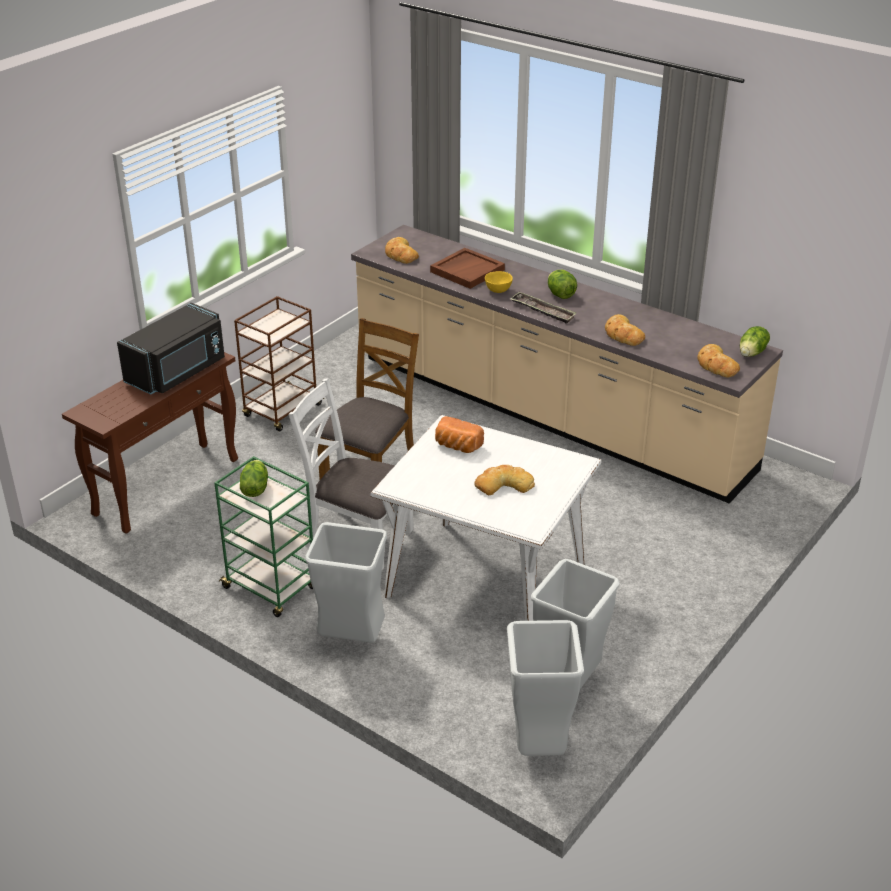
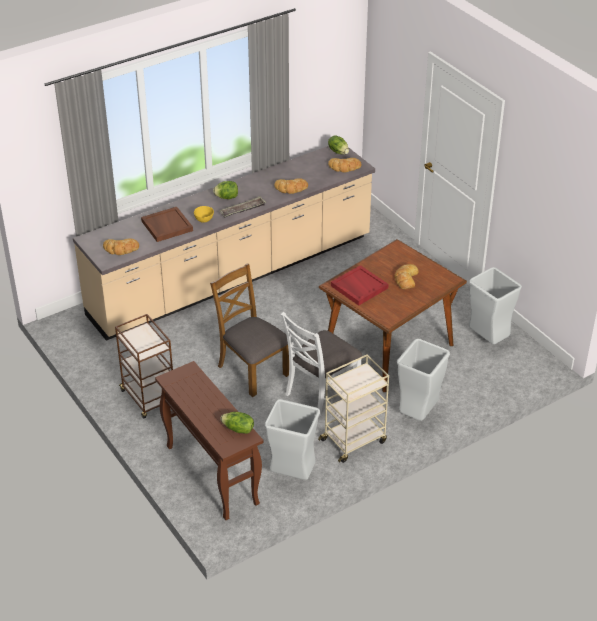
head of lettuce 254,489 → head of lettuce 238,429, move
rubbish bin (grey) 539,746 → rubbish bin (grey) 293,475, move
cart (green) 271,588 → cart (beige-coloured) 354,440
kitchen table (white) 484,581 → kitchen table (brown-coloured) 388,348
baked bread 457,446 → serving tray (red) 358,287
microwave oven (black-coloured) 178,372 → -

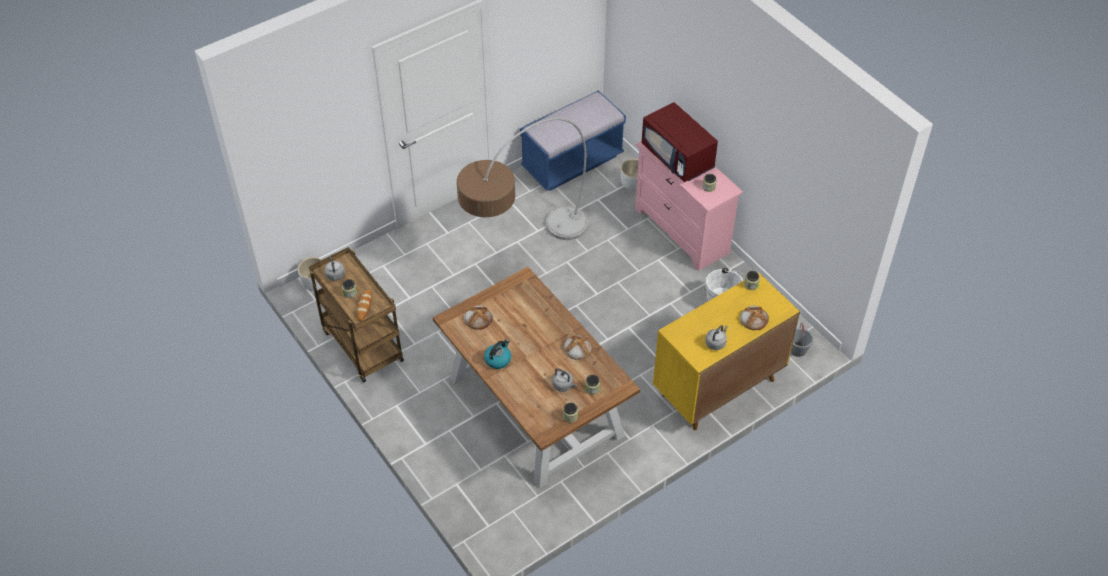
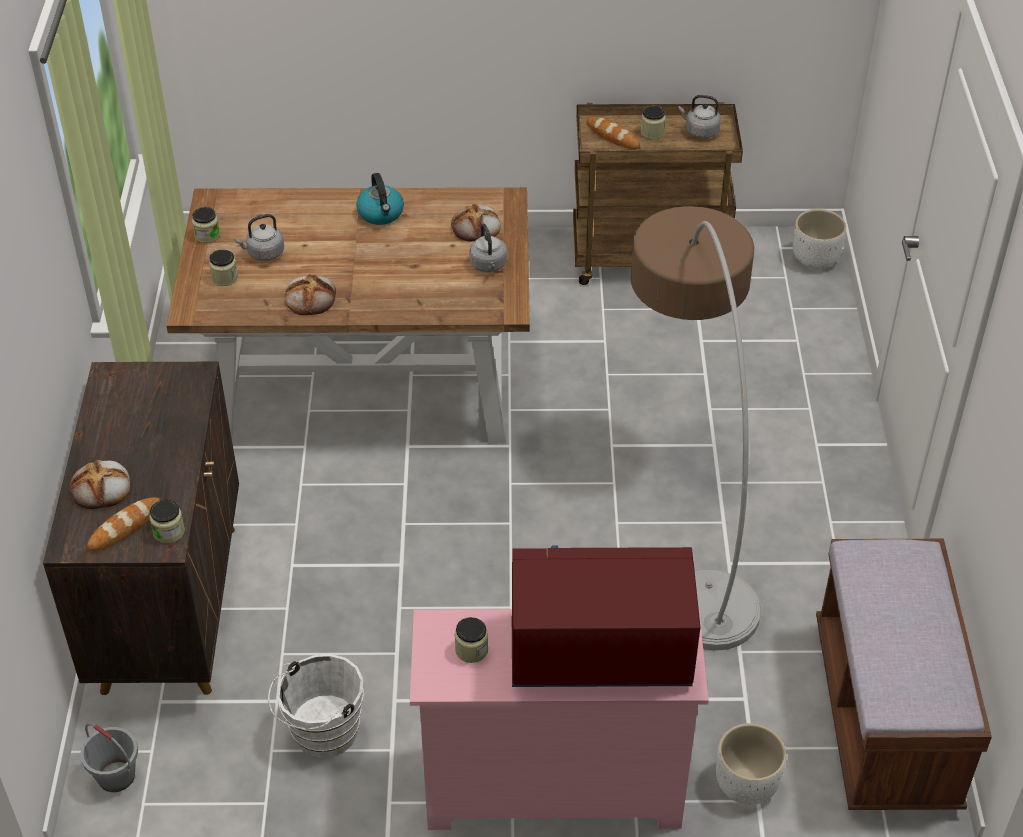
cabinet (yellow-coloured) 717,388 → cabinet (brown-coloured) 170,605
- → baked bread 125,527
kettle (grey) 716,343 → kettle (grey) 488,265, move
bench (blue) 572,162 → bench (brown-coloured) 885,717

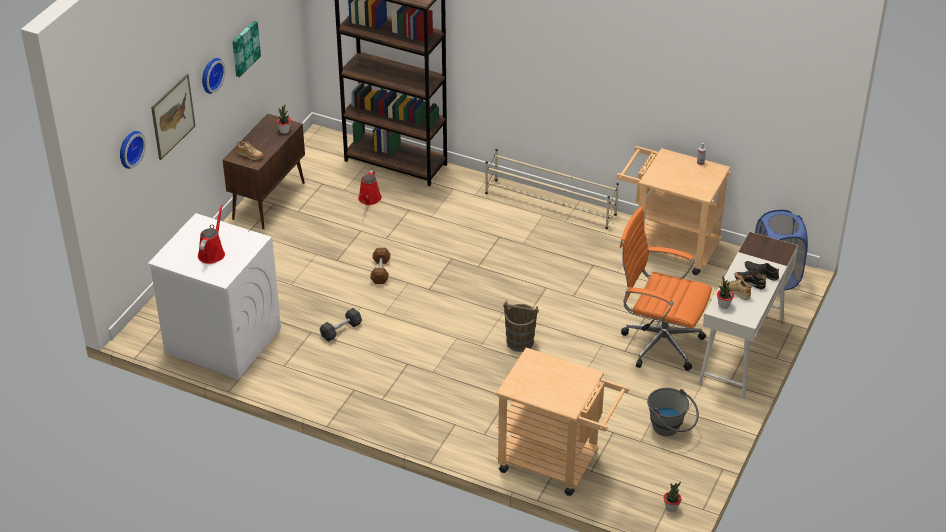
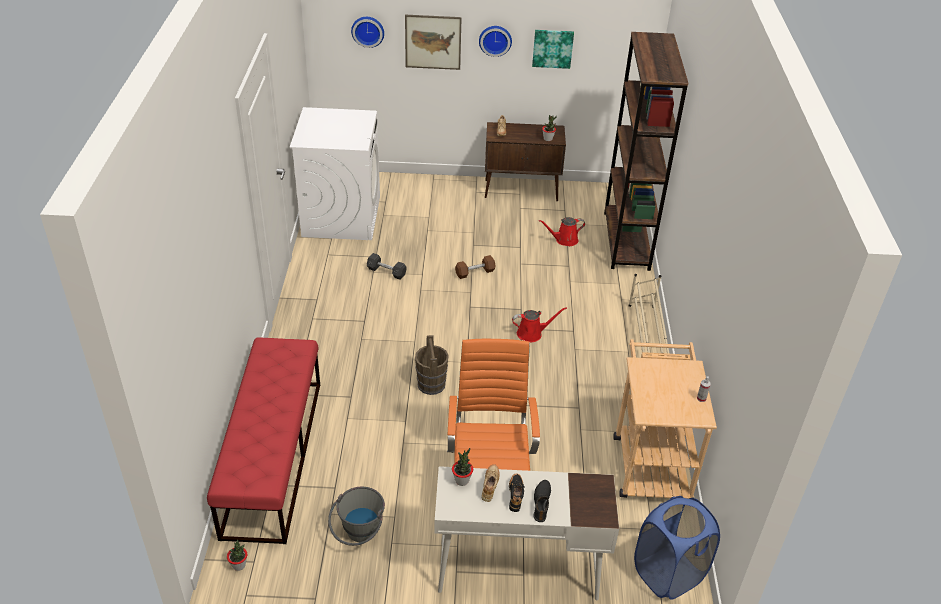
cart (beige-coloured) 557,464 → bench (red) 273,456
sprinkling can (red) 212,253 → sprinkling can (red) 532,333, move

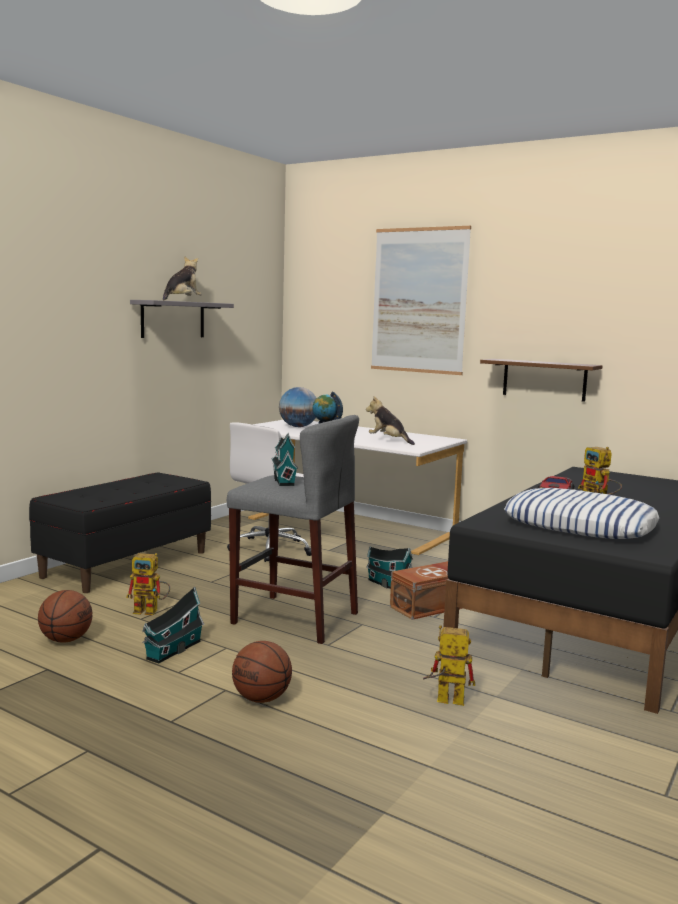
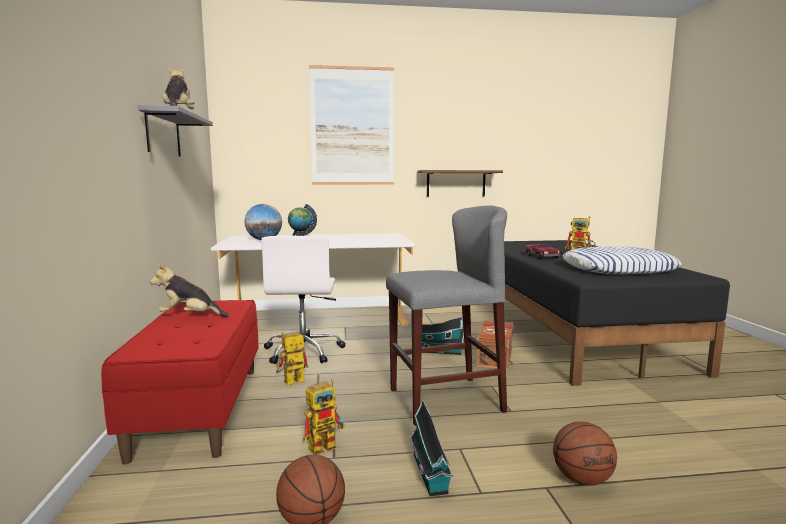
bench (black-coloured) 126,564 → bench (red) 199,409
plush toy 388,441 → plush toy 190,316, move
model robot 443,700 → model robot 290,383, move
model house 283,479 → -

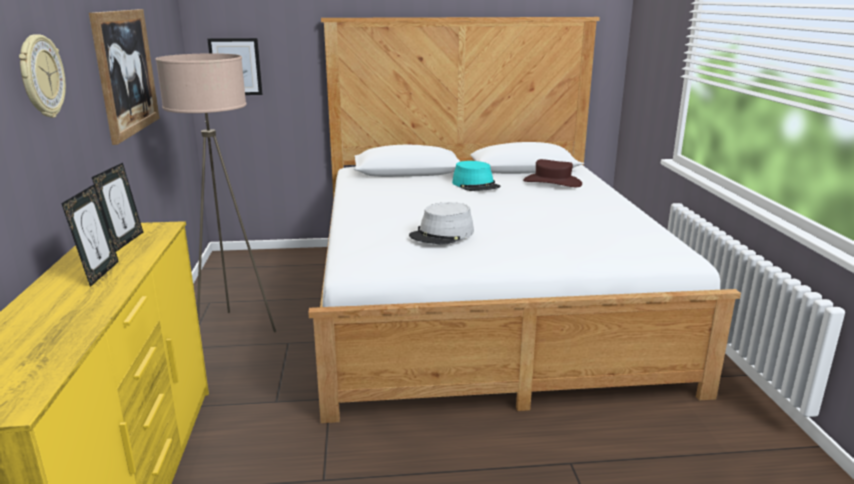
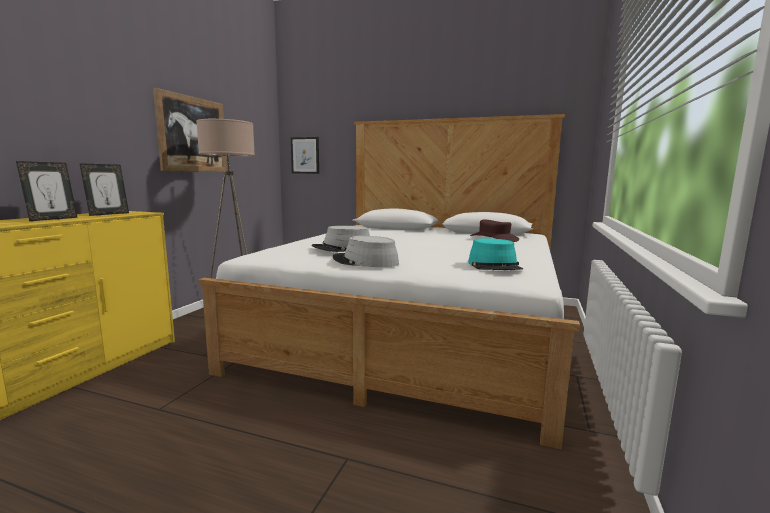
- → hat (grey) 365,261
hat (turquoise) 476,185 → hat (turquoise) 494,266, move
hanging clock 40,76 → -

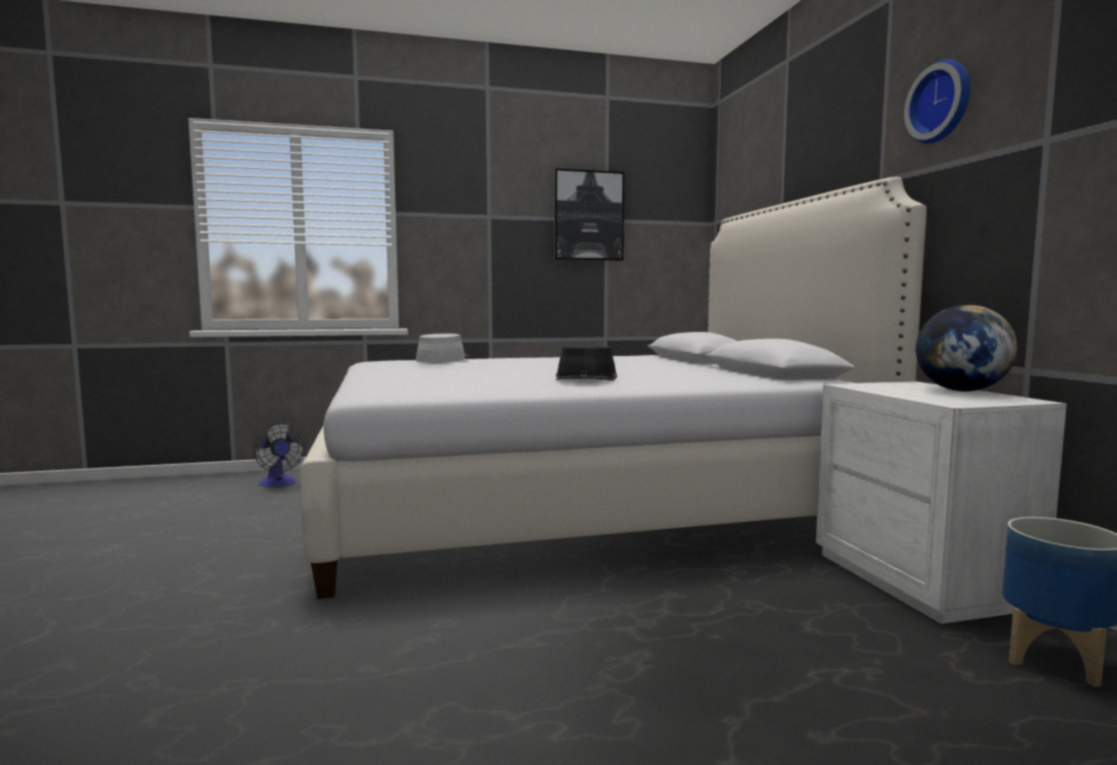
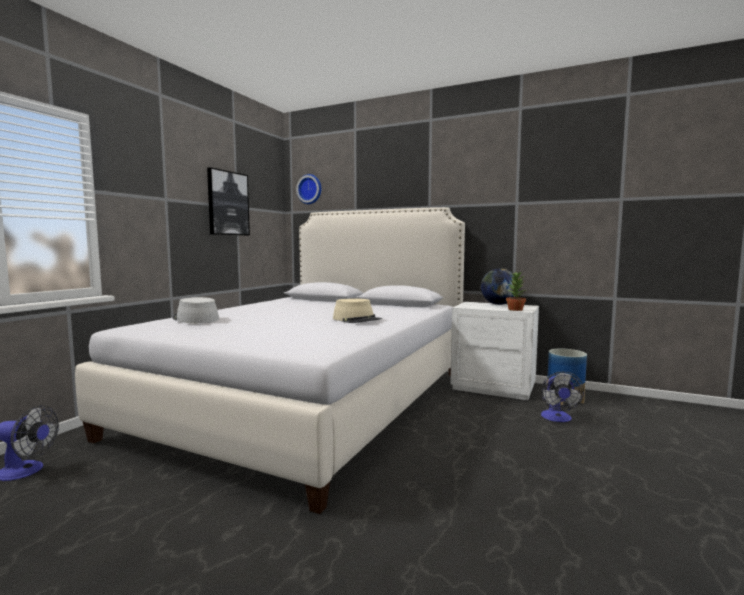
hanging clock 942,103 → hanging clock 310,189, move
hat (black-coloured) 586,379 → hat (beige-coloured) 357,319
- → houseplant 515,309
- → cooling fan 557,418

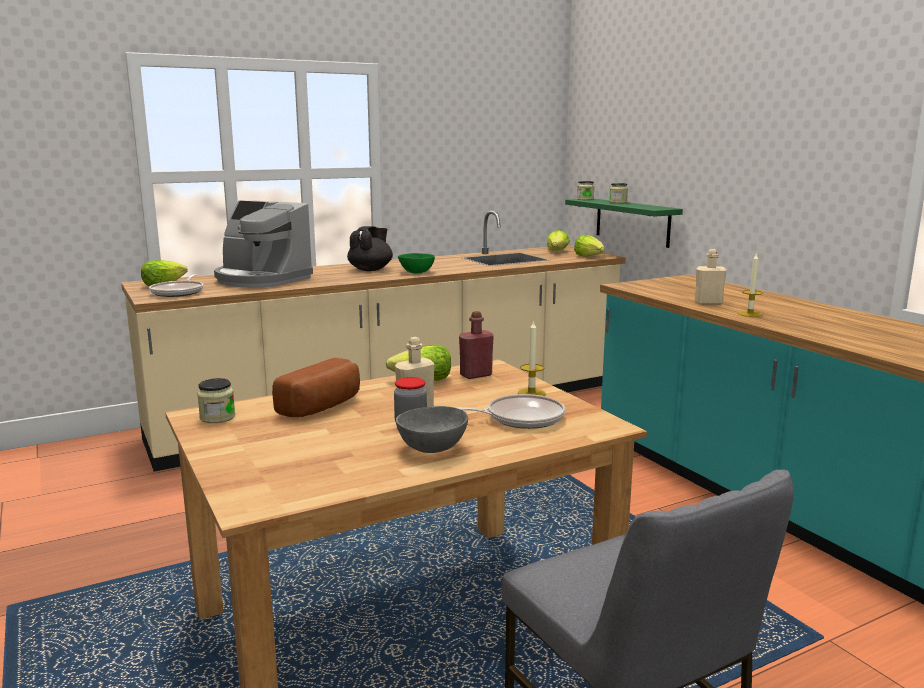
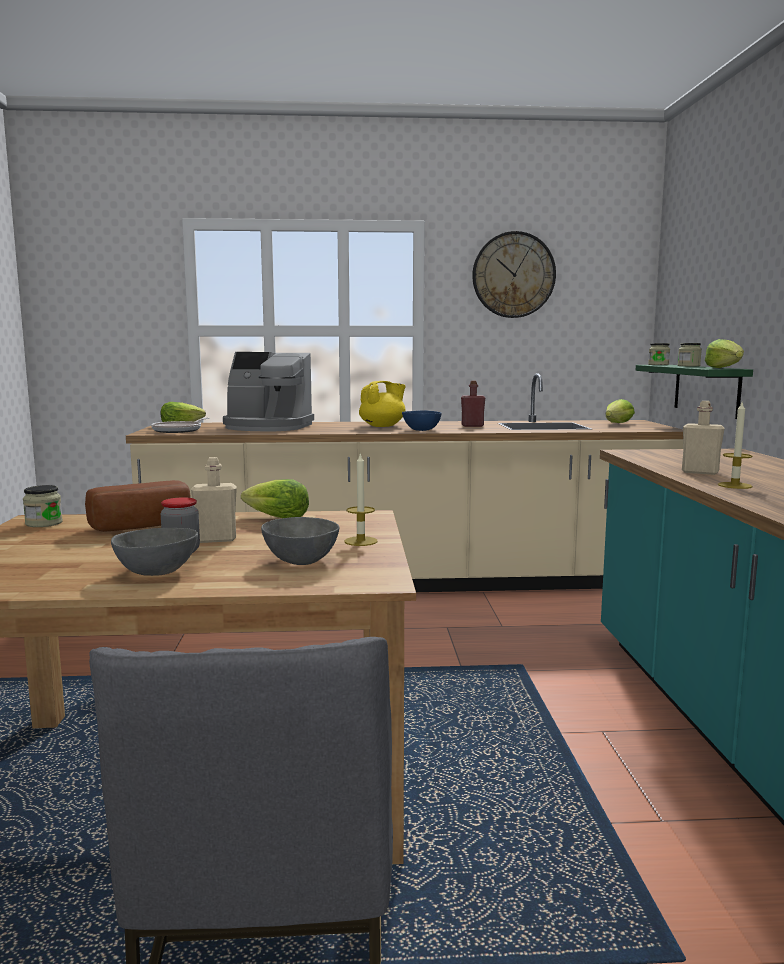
coffee brewer 261,279 → coffee brewer 267,427, 45 degrees counterclockwise
skillet 521,418 → deep dish (grey) 300,560
pot for tea (black-coloured) 371,270 → pot for tea (yellow-coloured) 383,426
deep dish (green) 416,272 → deep dish (blue) 421,430
bottle (red) 476,375 → bottle (red) 472,426, move
- → hanging clock 513,275
head of lettuce 589,257 → head of lettuce 725,368, move

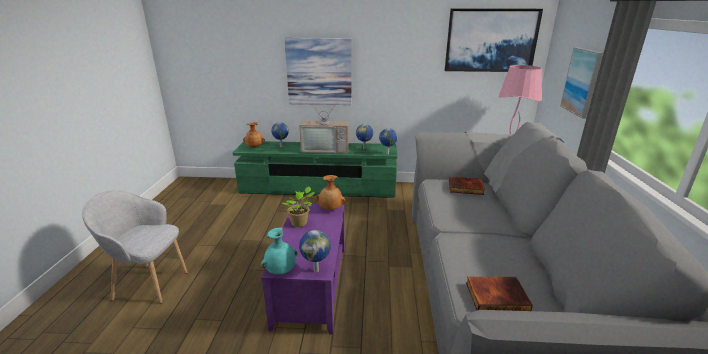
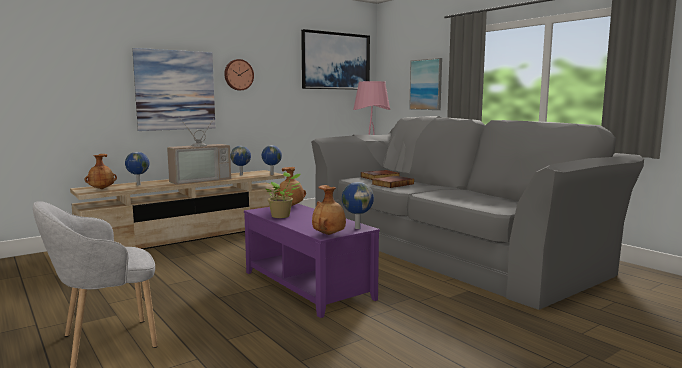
tv stand (green) 318,188 → tv stand (beige-coloured) 189,235
- → hanging clock 238,75
vase (turquoise) 281,271 → vase (brown-coloured) 329,234
volume 496,296 → volume 392,184, move

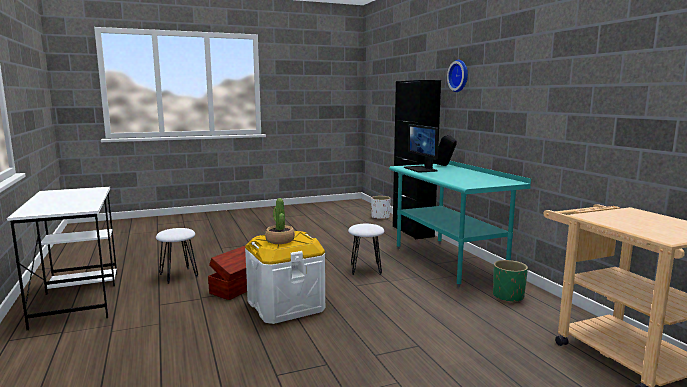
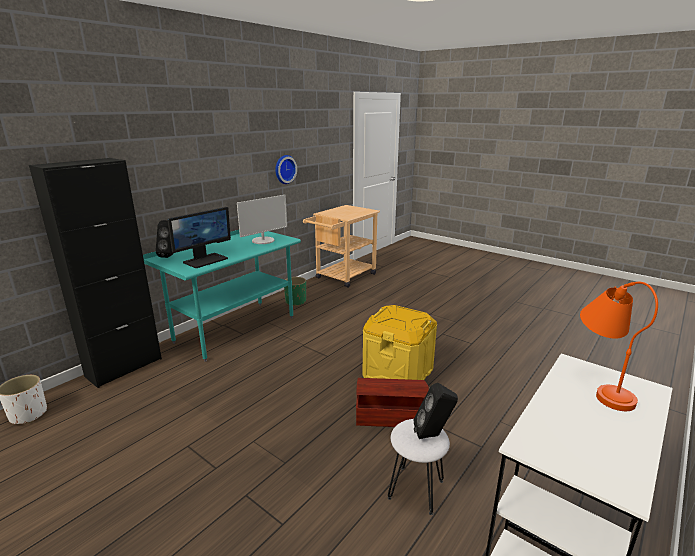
- → computer screen 263,241
hanging clock 460,76 → hanging clock 284,169, move
storage box (white) 285,306 → storage box (yellow-coloured) 398,373
- → loudspeaker (black-coloured) 433,435
- → table lamp (orangey) 600,385
houseplant 280,240 → -
sitting stool (white) 365,269 → -

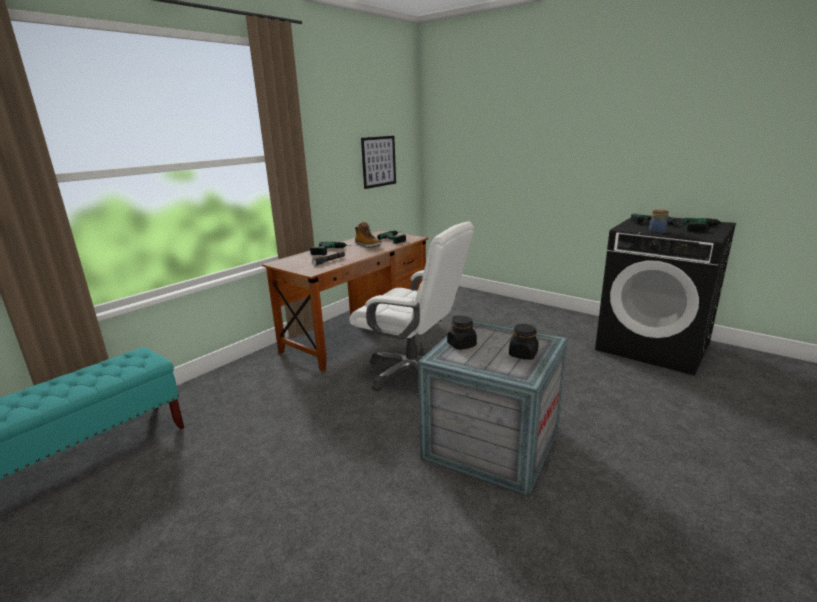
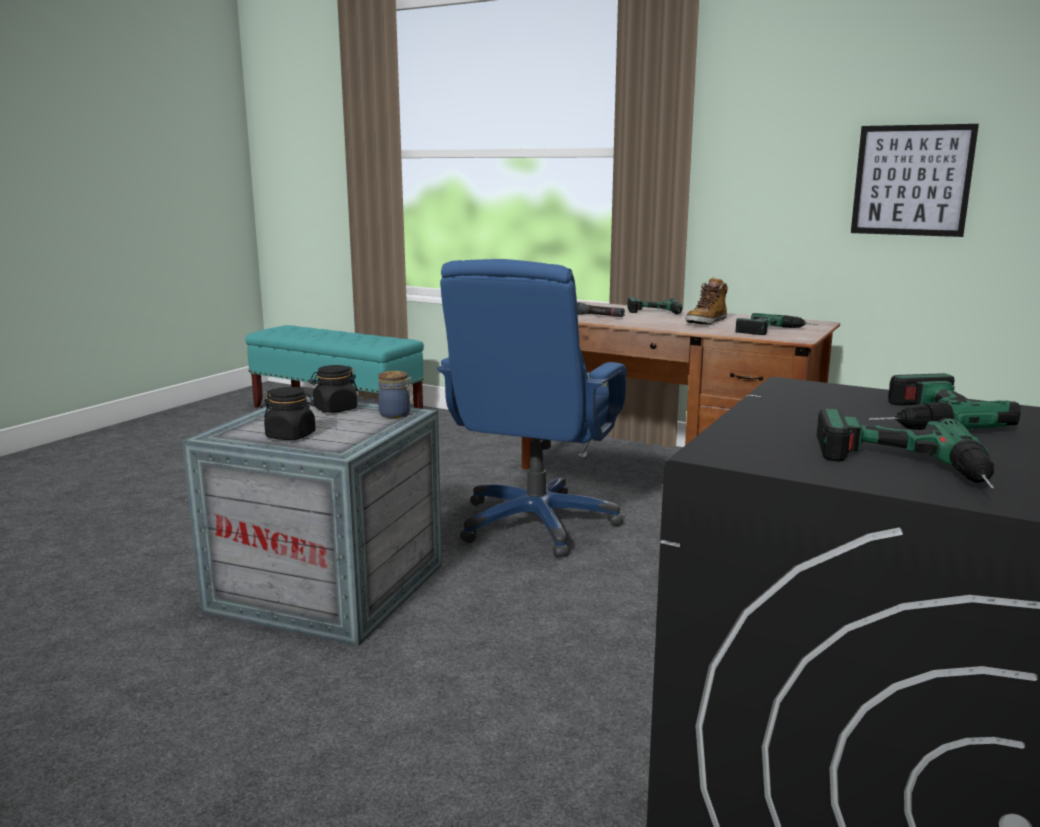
storage jar 657,231 → storage jar 396,414, move
office chair (white) 413,373 → office chair (blue) 536,524

